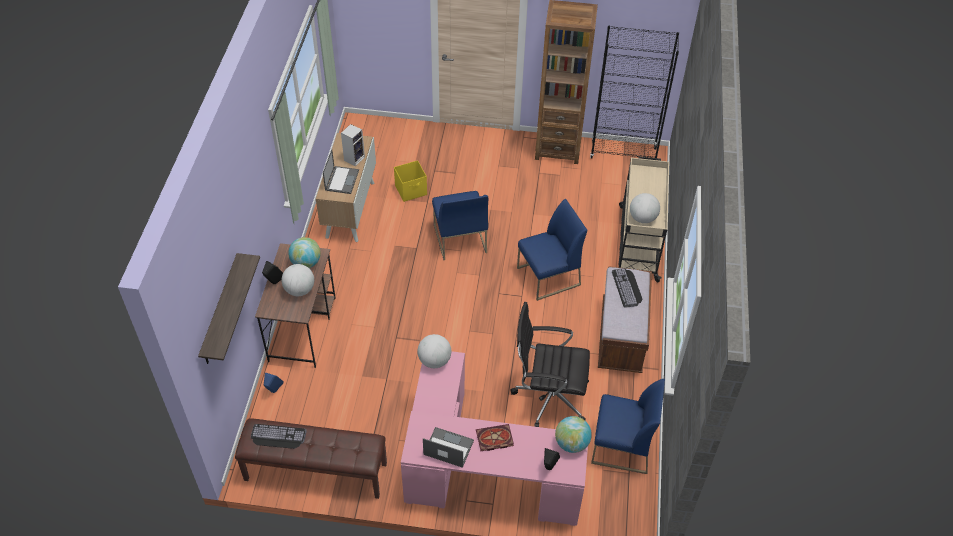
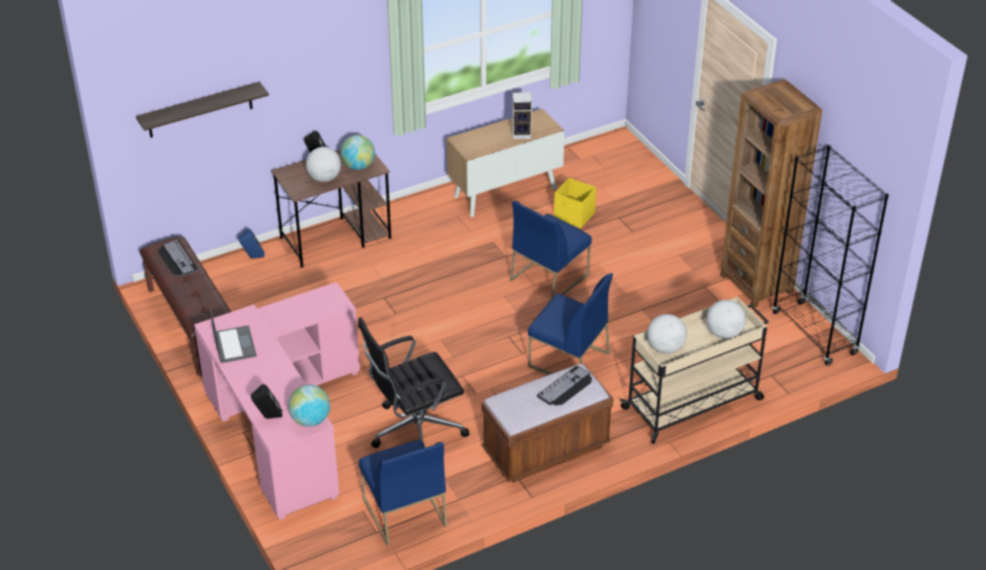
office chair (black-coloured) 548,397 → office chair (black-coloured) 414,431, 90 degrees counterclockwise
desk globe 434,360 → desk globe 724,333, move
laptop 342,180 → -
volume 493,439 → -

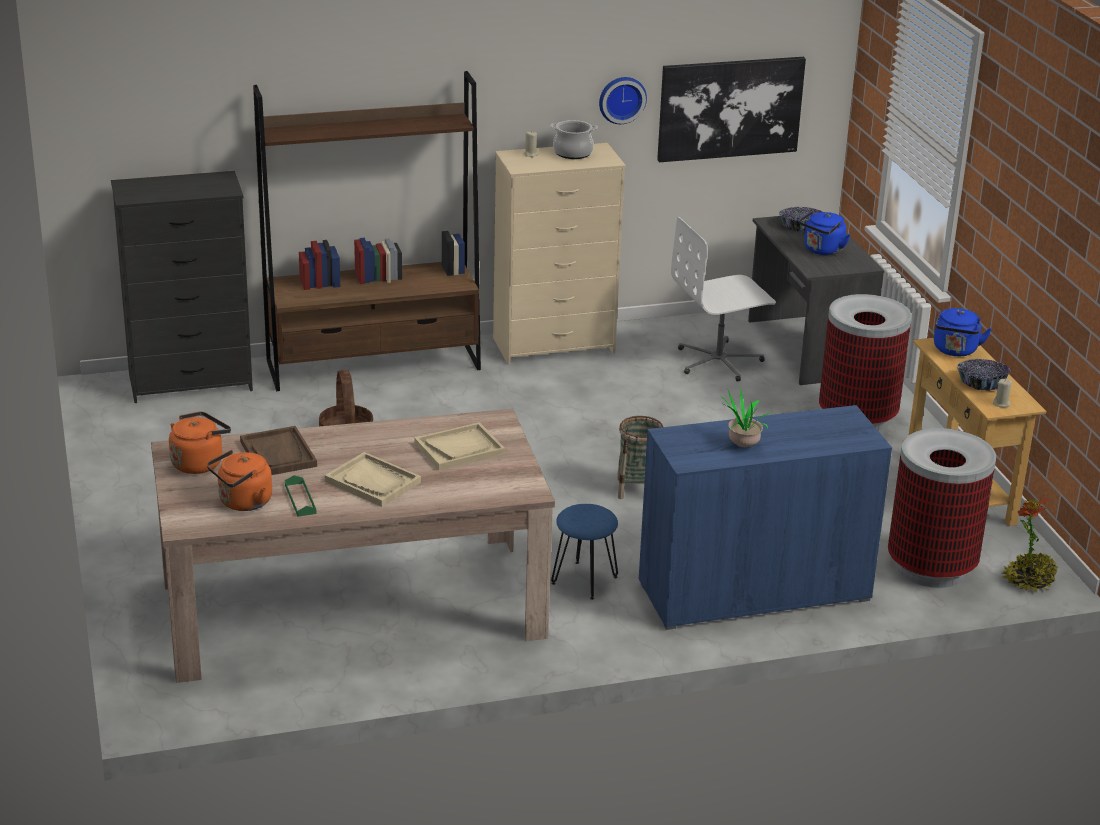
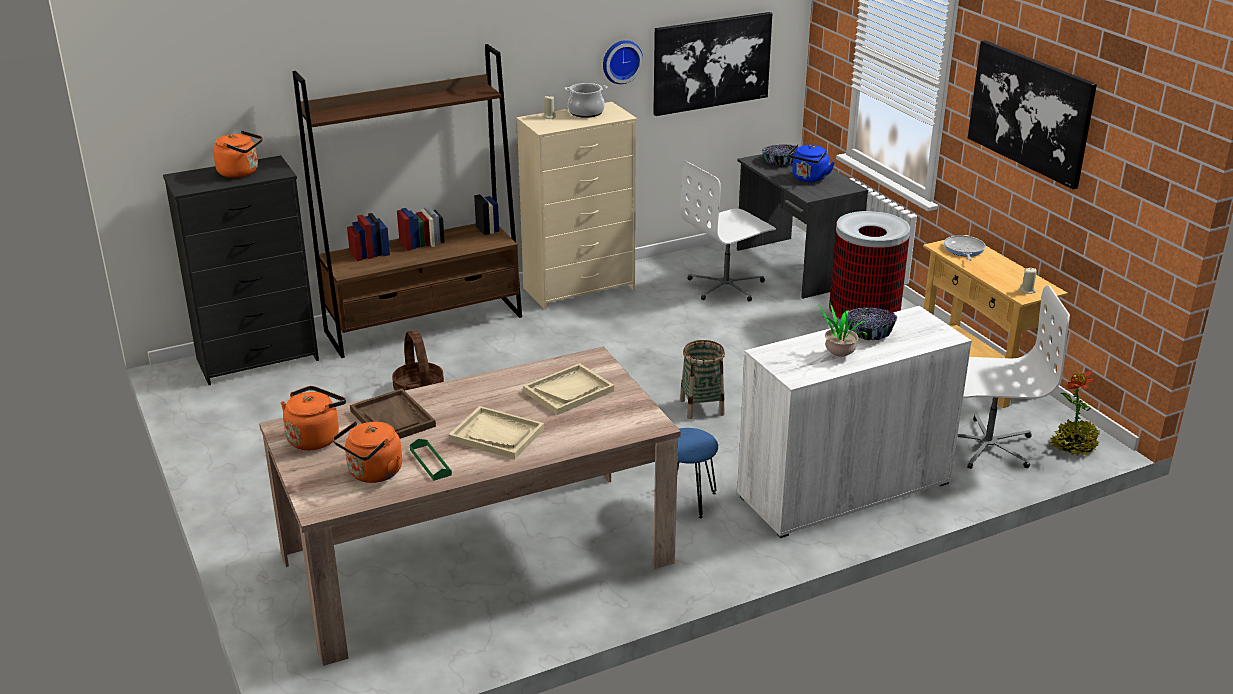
- → kettle (orangey) 241,172
cabinet (blue) 754,591 → cabinet (white) 843,489
deep dish 981,383 → deep dish 868,333, move
kettle (blue) 955,351 → skillet 963,250
rubbish bin 931,567 → office chair (white) 987,445
- → wall picture 1030,112

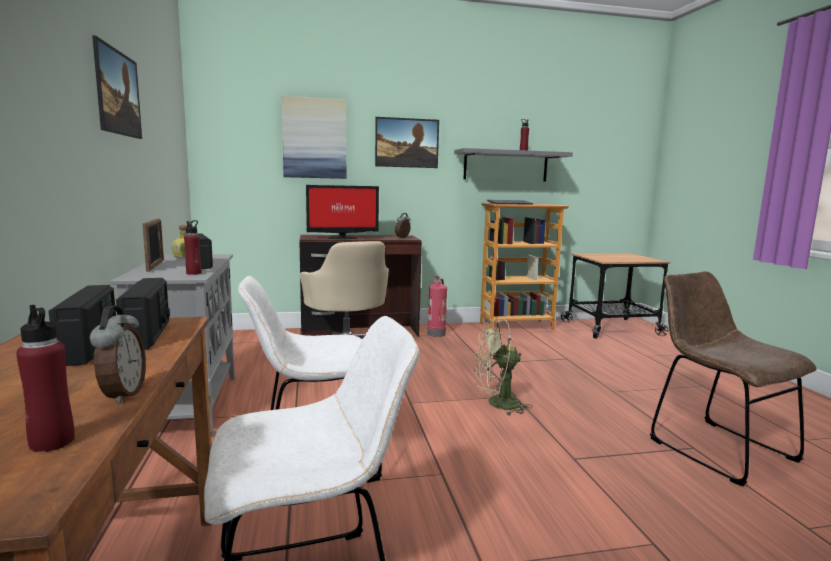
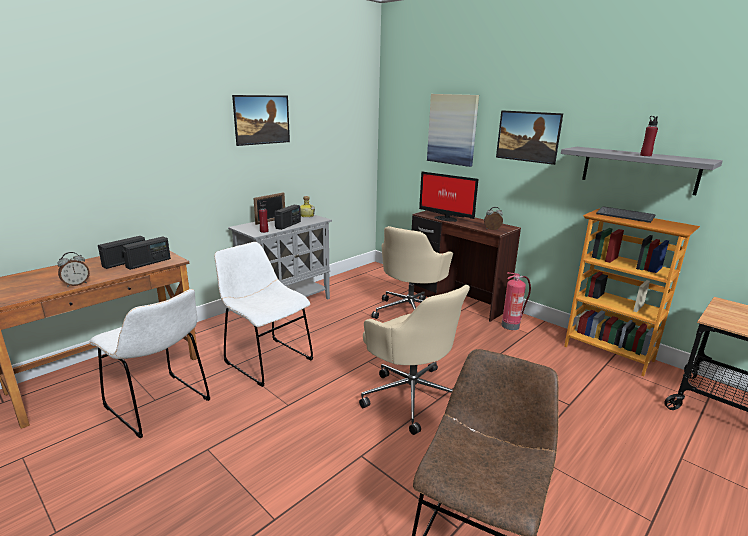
cooling fan (green) 497,404 → office chair (beige-coloured) 411,395
bottle (red) 52,442 → -

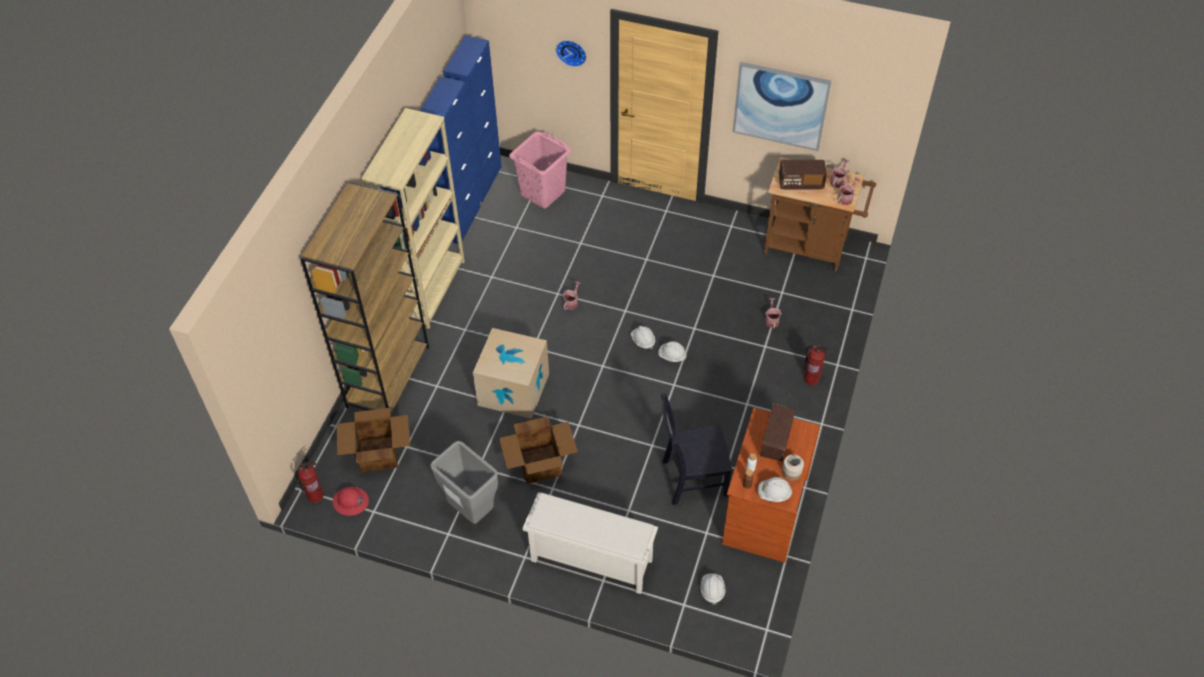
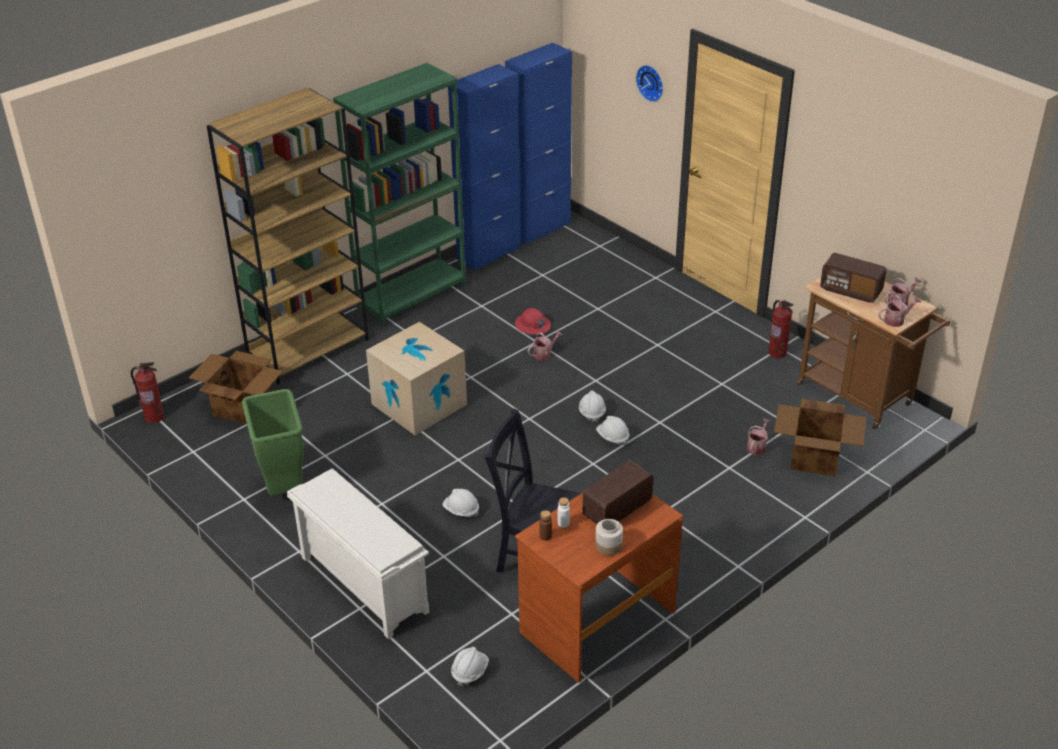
rubbish bin (grey) 471,510 → rubbish bin (green) 283,488
shelving unit (beige-coloured) 430,289 → shelving unit (green) 412,295
work helmet (white) 774,494 → work helmet (white) 461,510, move
work helmet (red) 351,502 → work helmet (red) 532,325, move
extinguisher 811,378 → extinguisher 777,353, move
carton 540,464 → carton 815,458, move
hamper (pink) 543,193 → -
wall picture 780,106 → -

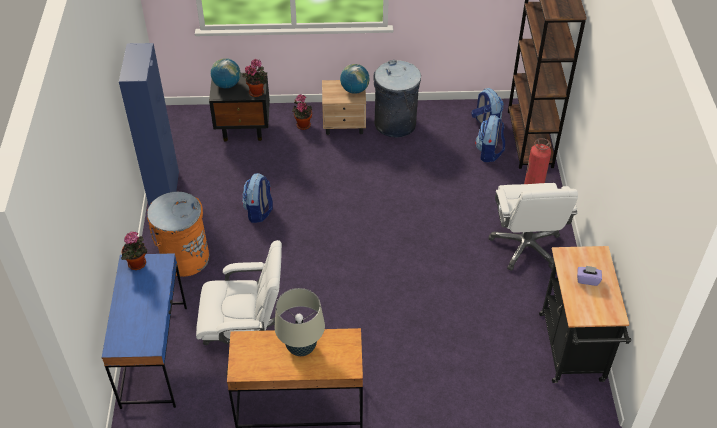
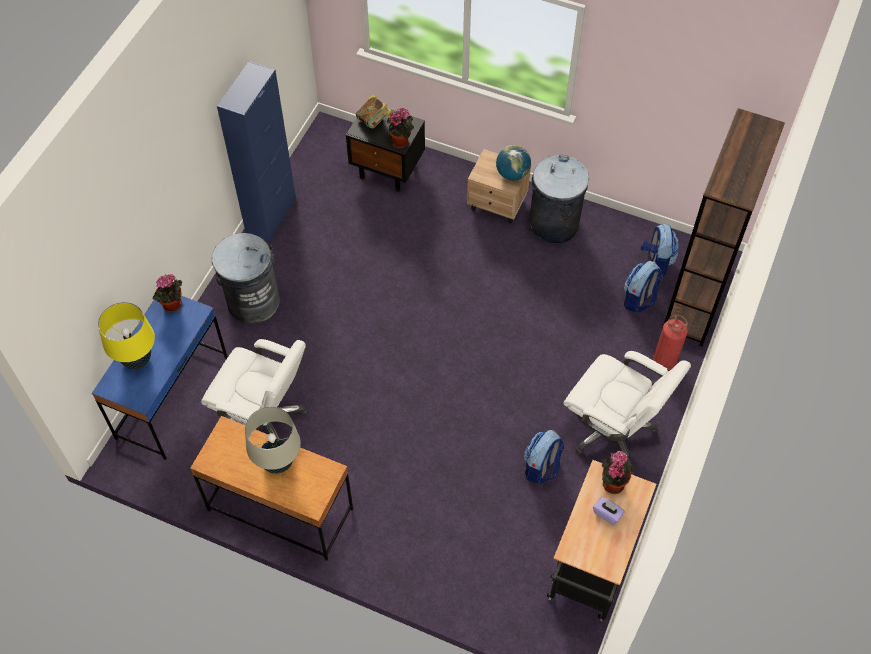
- → table lamp (yellow-coloured) 137,359
rubbish bin (orangey) 185,258 → rubbish bin (grey) 253,301
desk globe 227,85 → volume 374,121
backpack 259,211 → backpack 541,467, move
office chair (white) 526,246 → office chair (white) 612,430, 75 degrees counterclockwise
houseplant 302,124 → houseplant 613,482, move

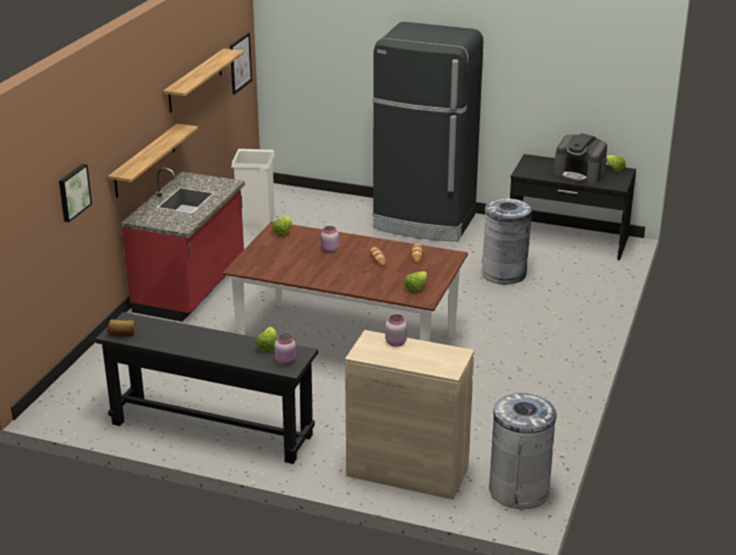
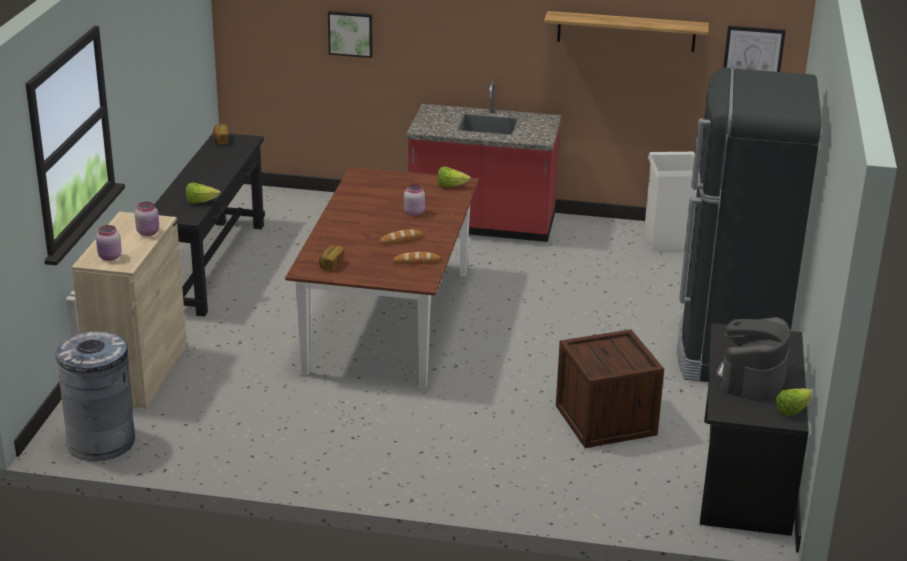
storage jar (pink) 286,361 → storage jar (pink) 110,257, move
head of lettuce 416,288 → baked bread 331,264
rubbish bin (grey) 504,273 → crate 606,420
wall shelf 145,161 → -

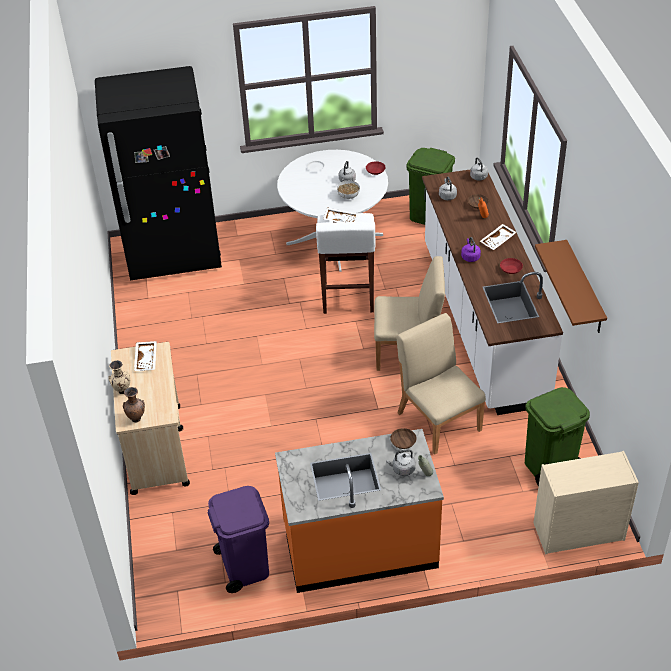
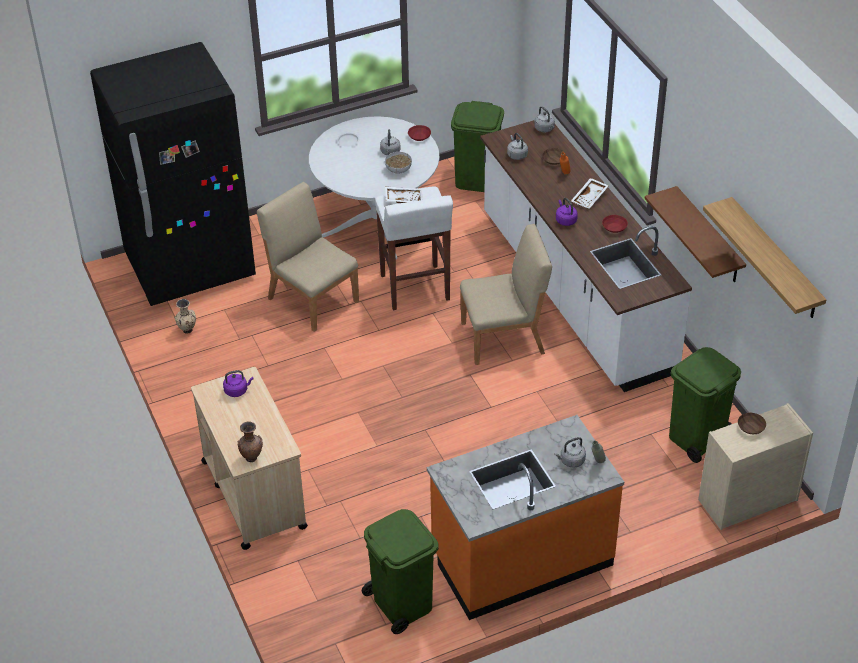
vase (beige-coloured) 122,391 → vase (beige-coloured) 187,331, move
serving tray (white) 147,359 → kettle (purple-coloured) 237,390
upright chair (beige-coloured) 439,420 → upright chair (beige-coloured) 312,299, move
rubbish bin (purple-coloured) 244,566 → rubbish bin (green) 401,603
- → wall shelf 775,259
deep dish (brown-coloured) 403,443 → deep dish (brown-coloured) 751,428, move

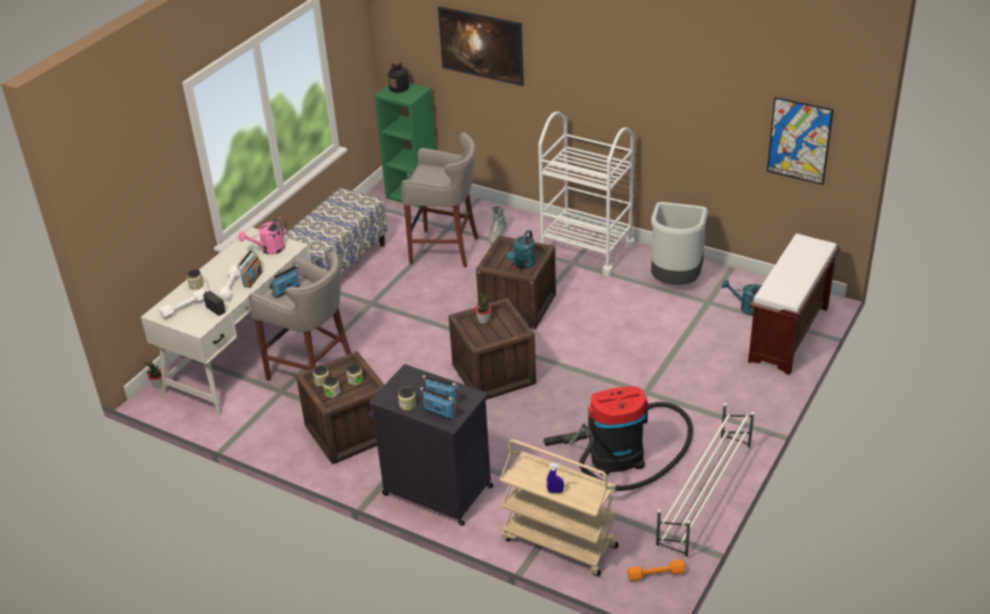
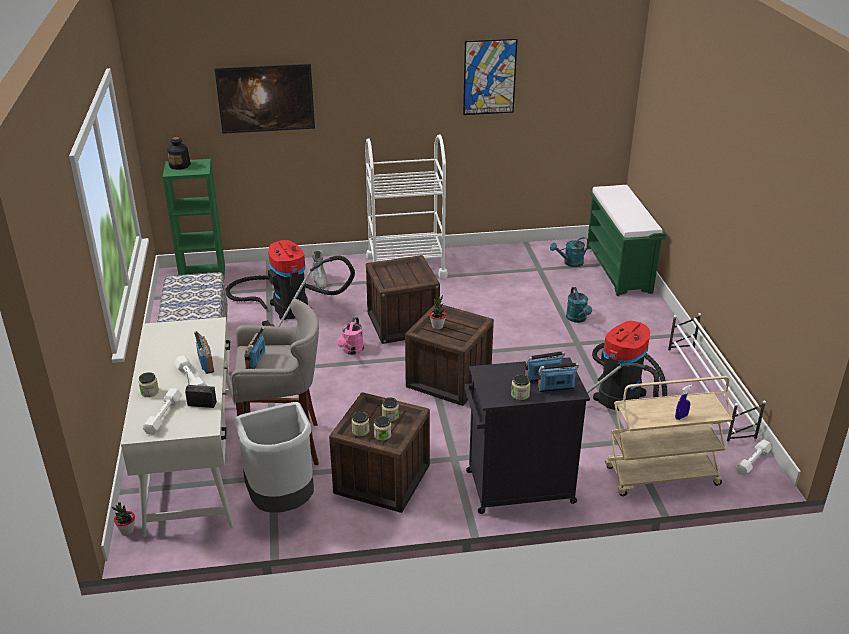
sitting stool (grey) 446,250 → hoover 288,306
rubbish bin (grey) 675,281 → rubbish bin (grey) 282,504, move
sprinkling can (pink) 269,250 → sprinkling can (pink) 351,351, move
wall picture 799,141 → wall picture 489,77, move
sprinkling can (turquoise) 522,264 → sprinkling can (turquoise) 577,319, move
bench (brown-coloured) 789,335 → bench (green) 619,269
hand weight (orangey) 656,574 → hand weight (white) 752,461

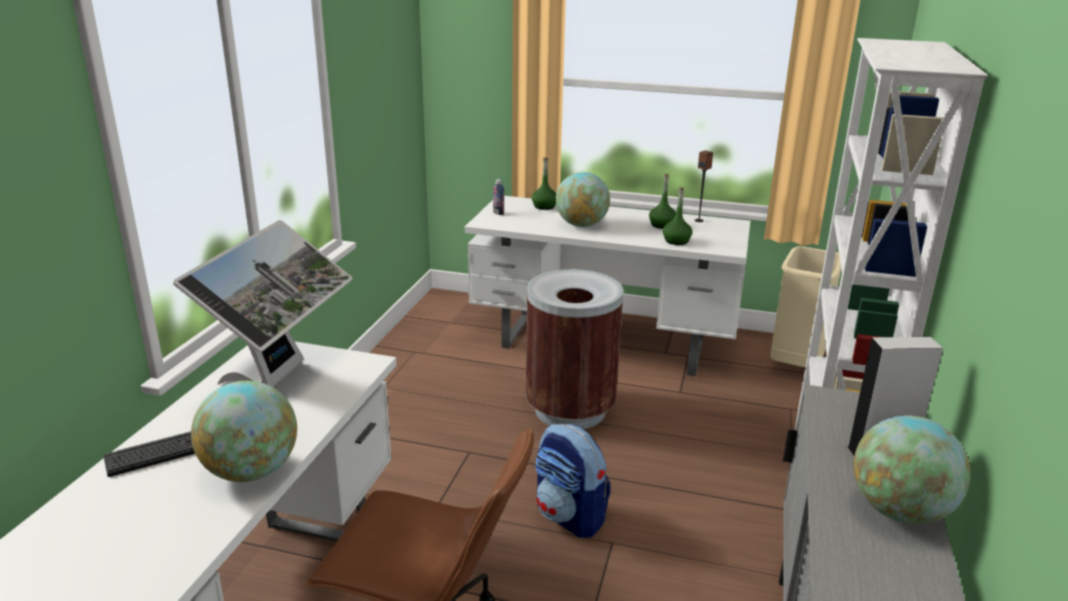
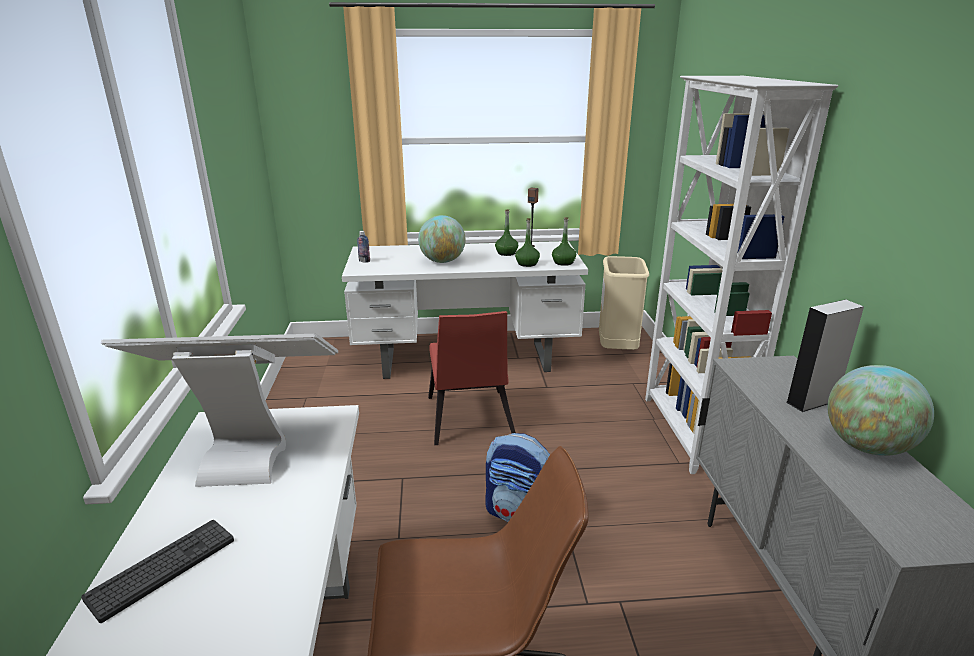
computer screen 280,377 → computer screen 249,450, 90 degrees counterclockwise
rubbish bin (brown-coloured) 569,410 → upright chair (red) 469,420
bottle (green) 544,206 → bottle (green) 563,262, move
desk globe 251,472 → -

